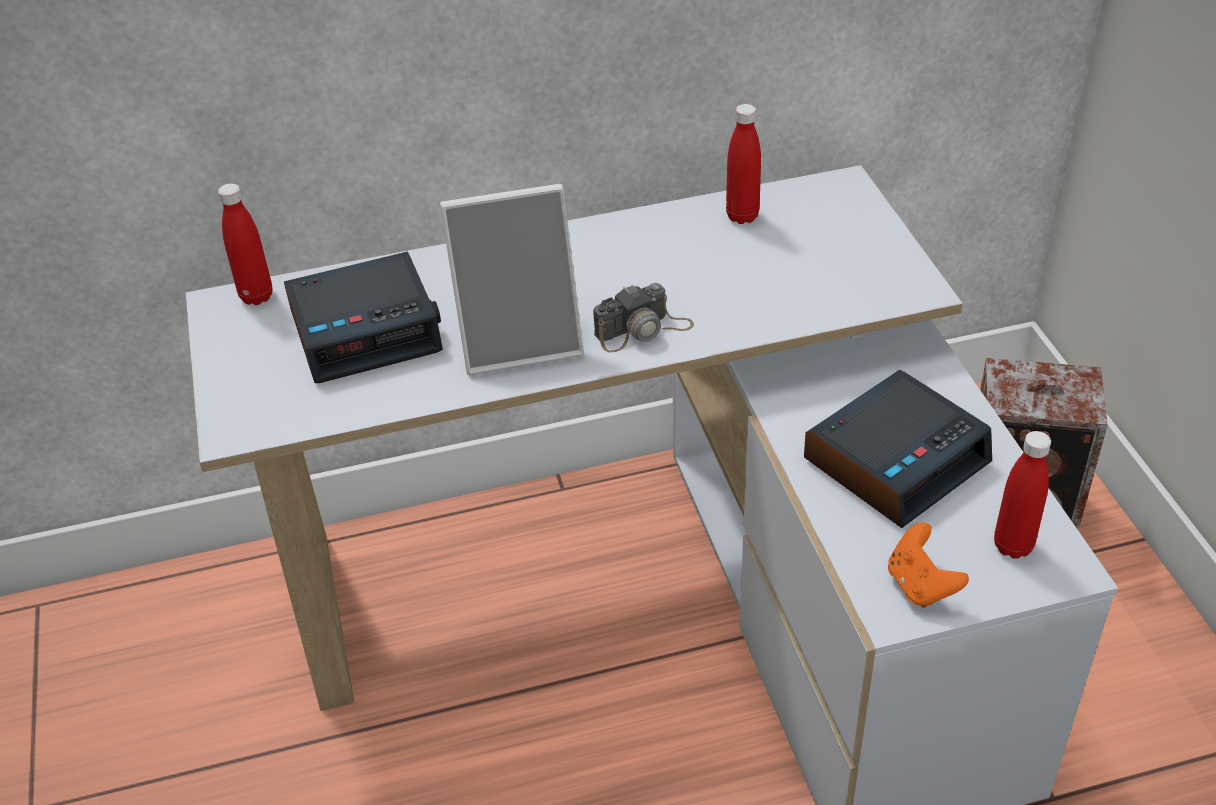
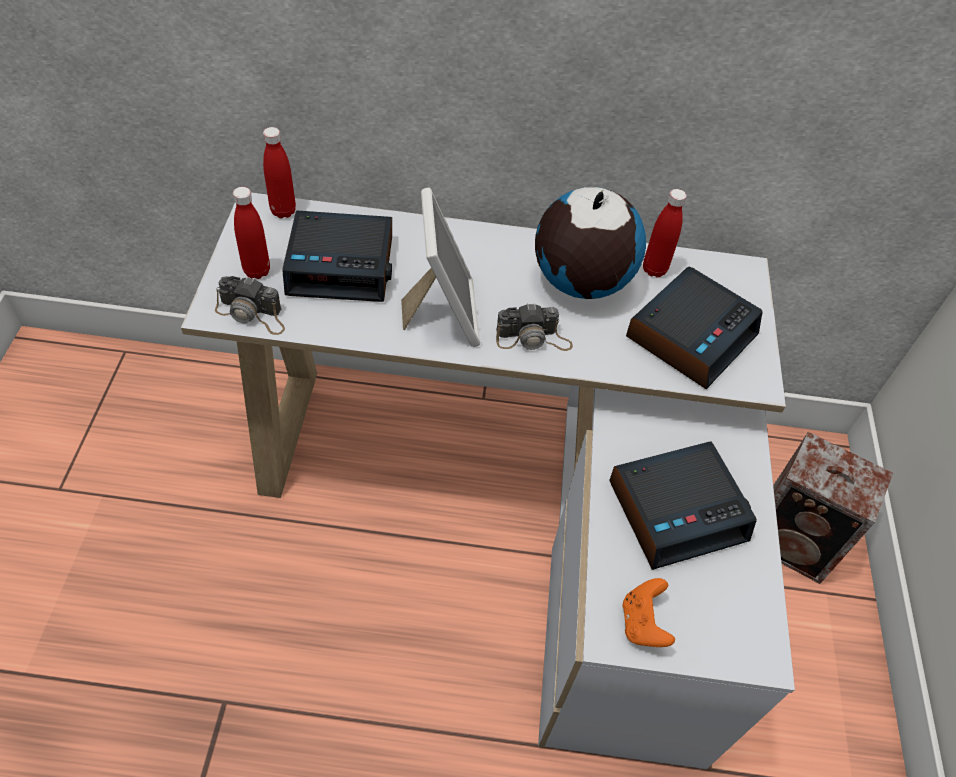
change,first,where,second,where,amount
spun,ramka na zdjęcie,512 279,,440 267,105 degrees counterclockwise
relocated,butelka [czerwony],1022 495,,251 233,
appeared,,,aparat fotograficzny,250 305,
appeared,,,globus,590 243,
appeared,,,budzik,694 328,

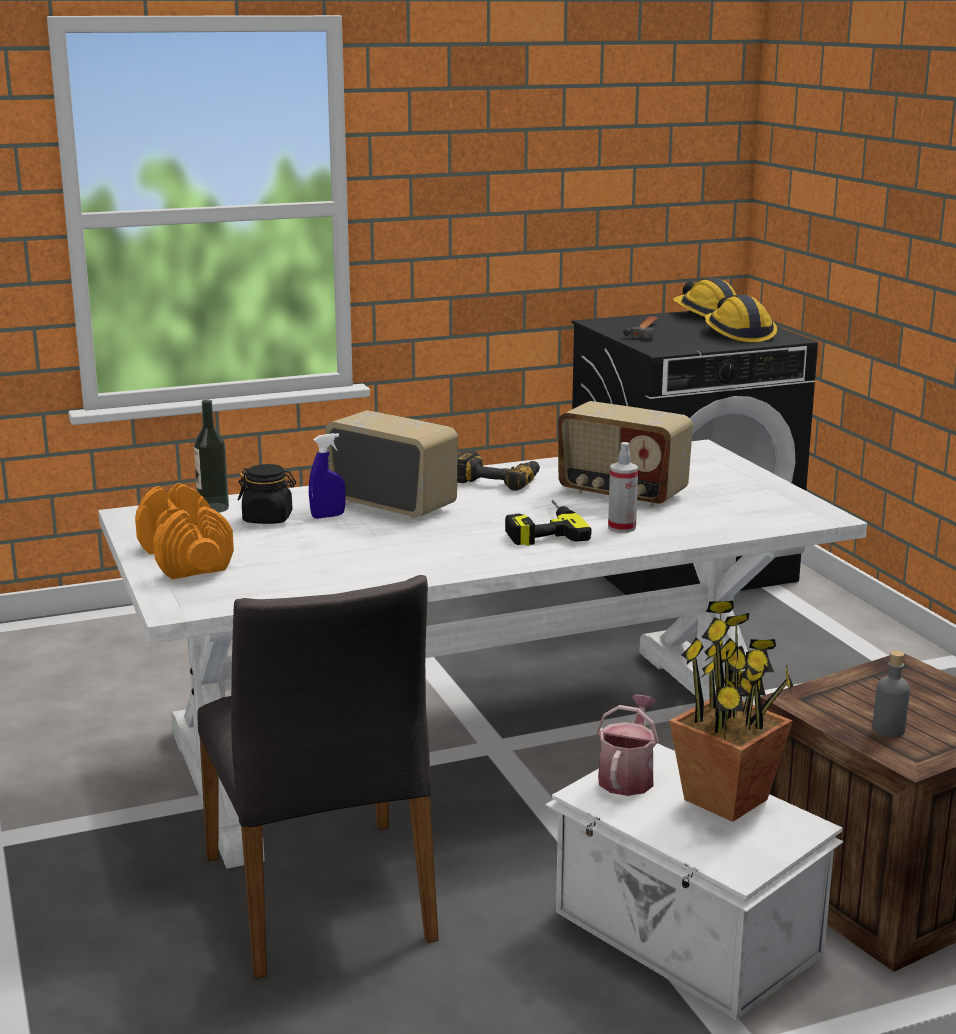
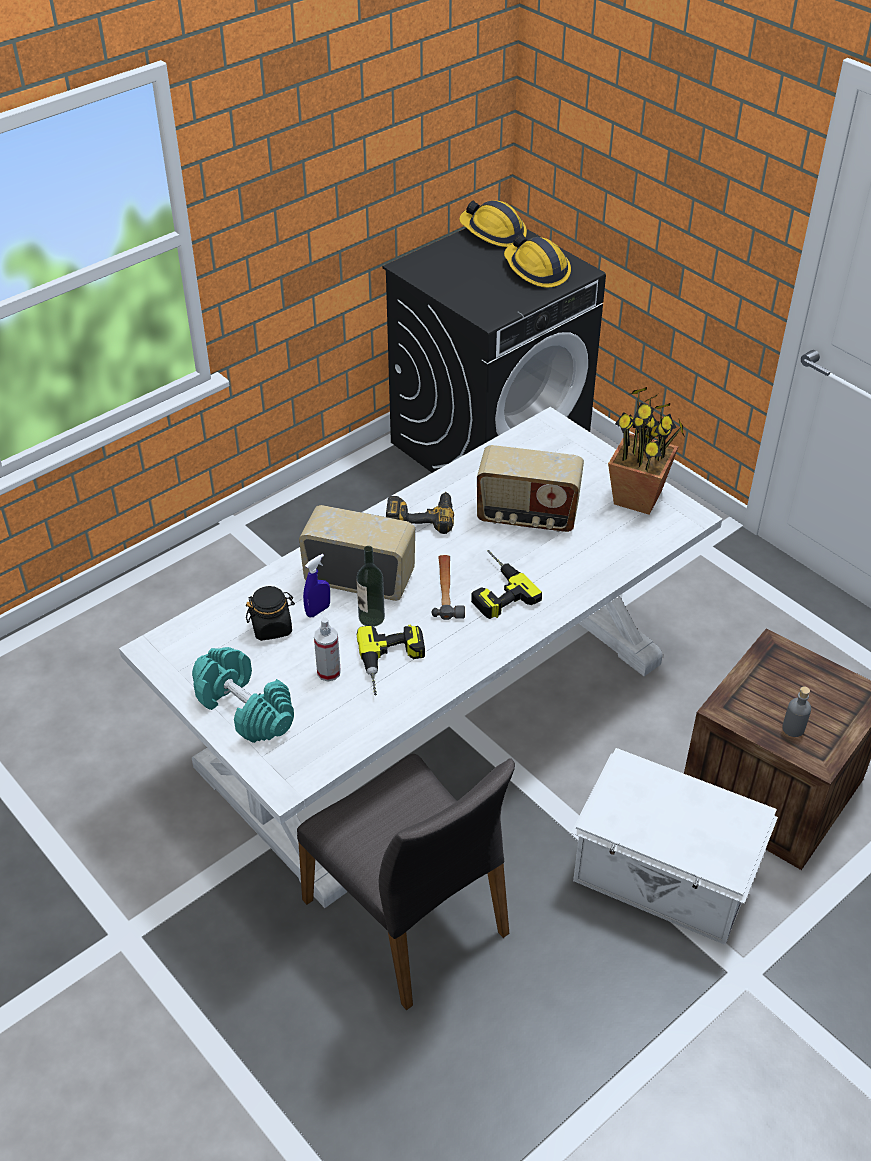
change,first,where,second,where,amount
colour,hantel [pomarańczowy],184 531,hantel [turkusowy],243 695,
relocated,butelka,211 456,,370 586,
missing,konewka,628 745,,,
relocated,spryskiwacz,623 487,,327 650,
relocated,młotek,640 327,,448 587,
relocated,roślina doniczkowa,731 711,,646 451,
appeared,,,wiertarka,391 660,

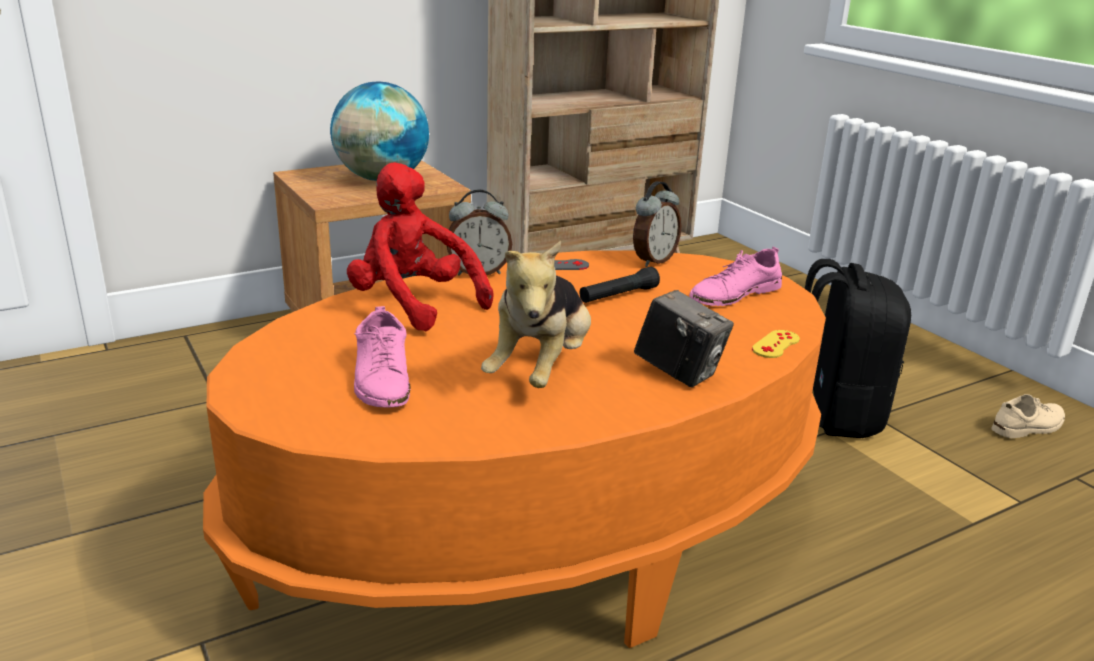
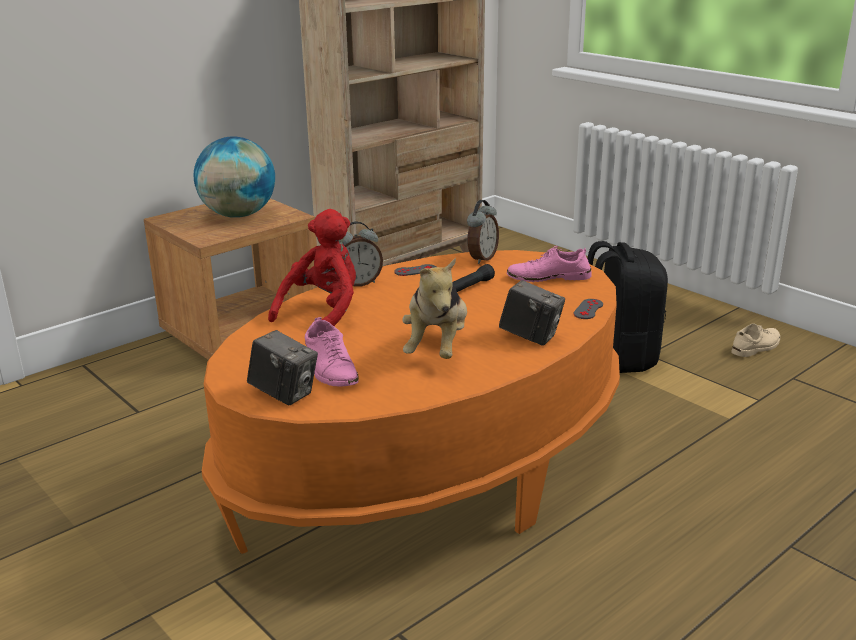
change,first,where,second,where,amount
spun,pluszak [czerwony],420 246,,312 267,90 degrees clockwise
spun,but [różowy],735 276,,549 264,45 degrees clockwise
colour,pad do gier [żółty],776 344,pad do gier [szary],588 309,
appeared,,,aparat fotograficzny,282 367,

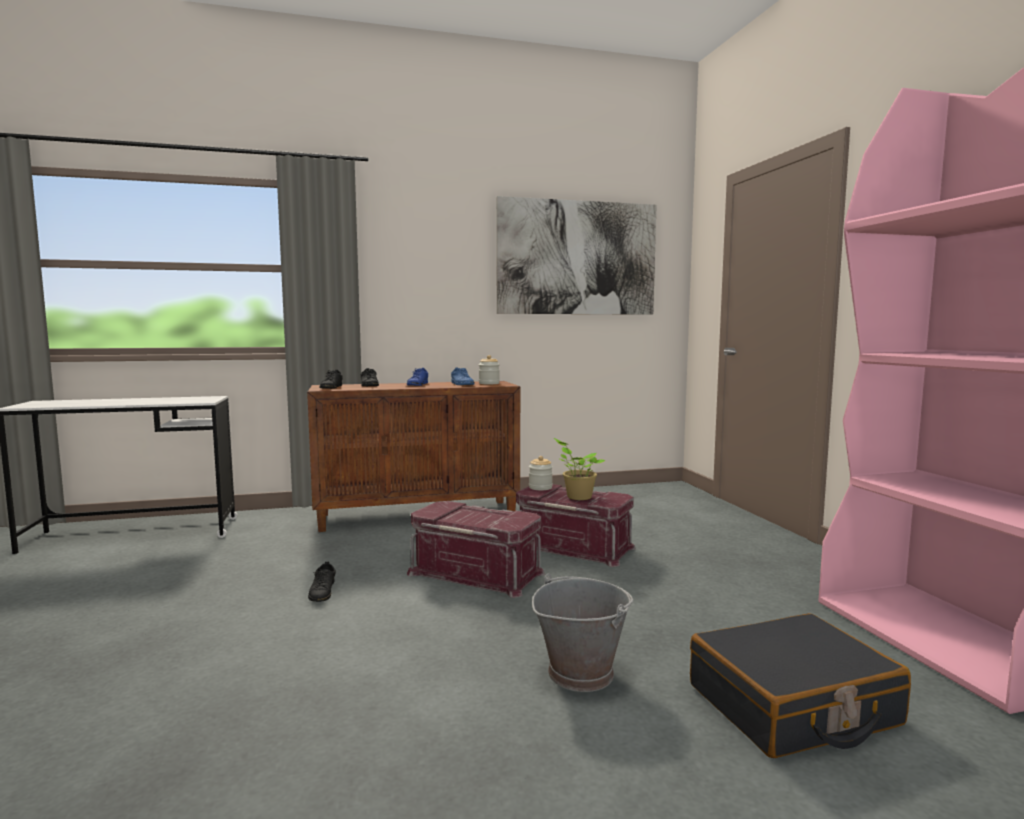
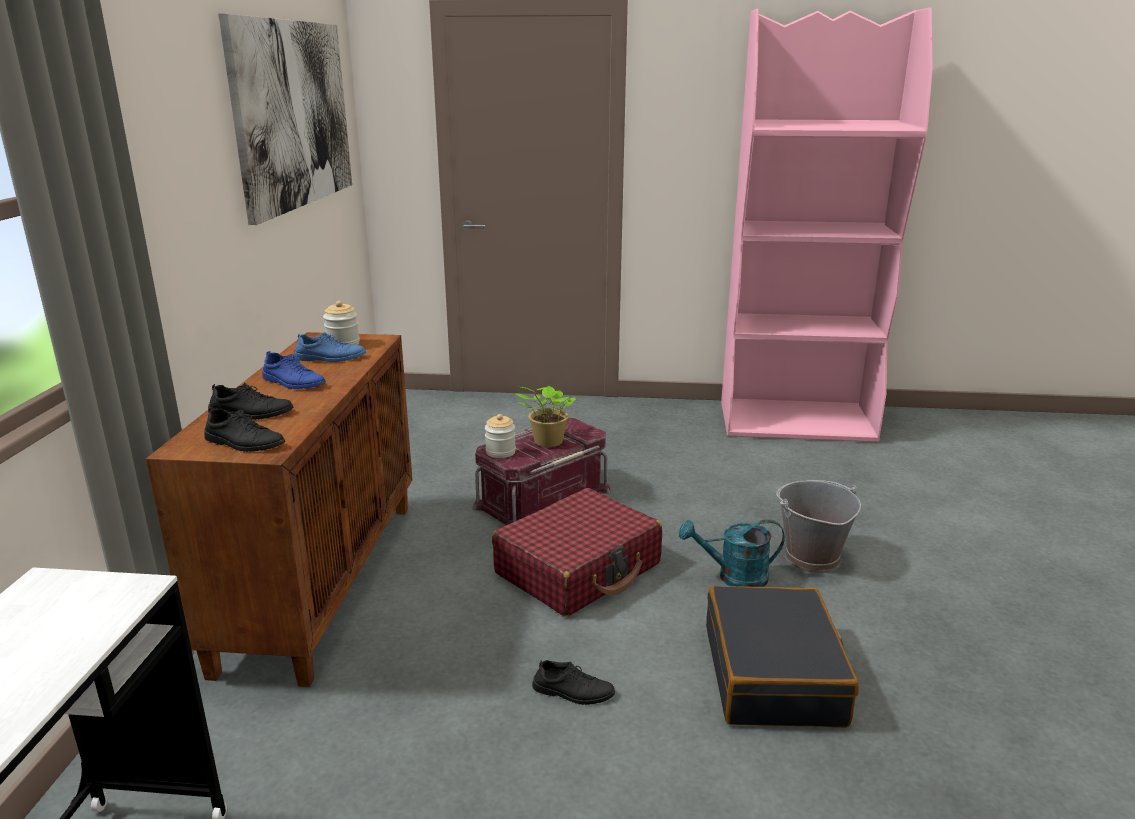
change,first,where,second,where,amount
exchanged,pojemnik do przechowywania [czerwony],476 549,walizka [czerwony],577 552,
relocated,walizka [czarny],800 685,,782 657,
appeared,,,konewka [turkusowy],732 553,

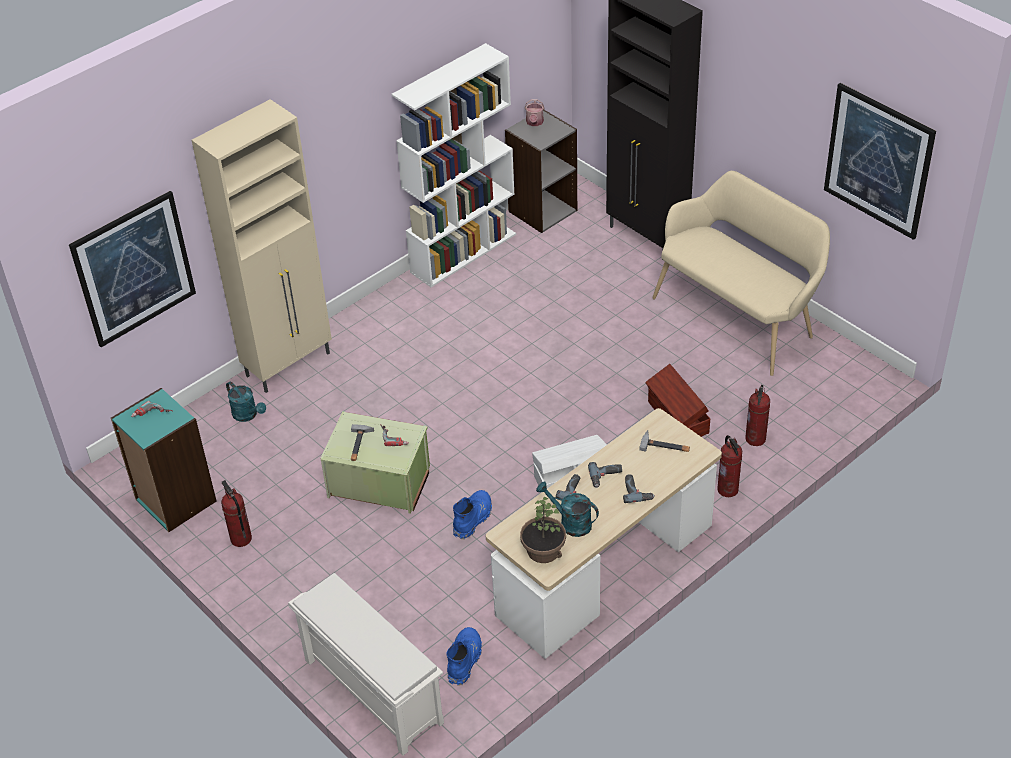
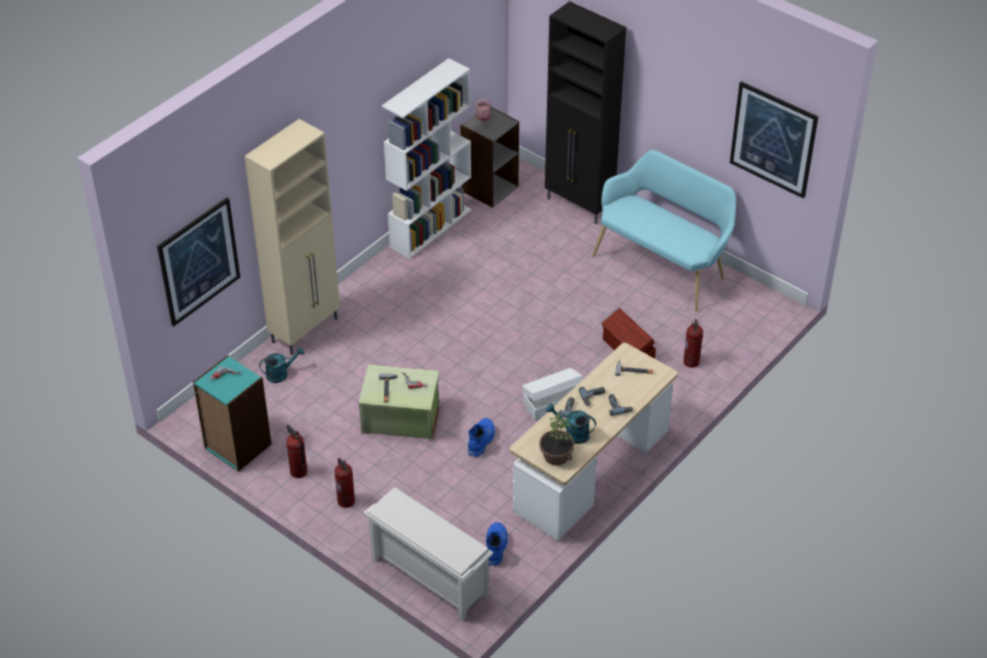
change,first,where,second,where,amount
spun,konewka [turkusowy],246 402,,281 365,60 degrees counterclockwise
colour,ławka [beżowy],741 273,ławka [turkusowy],664 231,
relocated,gaśnica,729 466,,345 483,

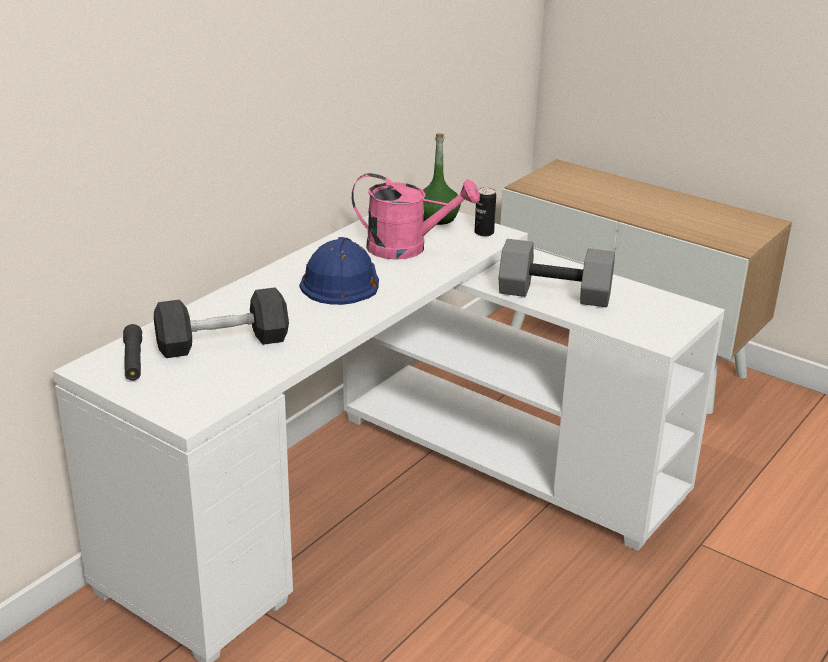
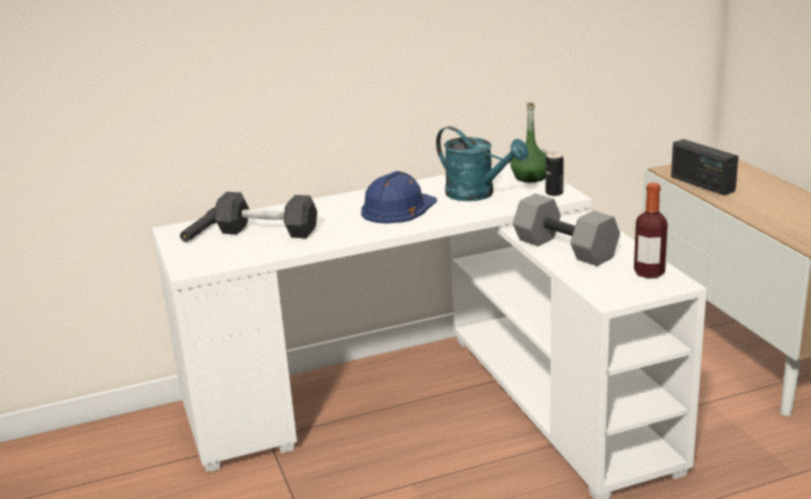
change,first,where,second,where,amount
colour,konewka [różowy],415 216,konewka [turkusowy],482 163,
appeared,,,butelka,651 230,
appeared,,,radio,704 167,

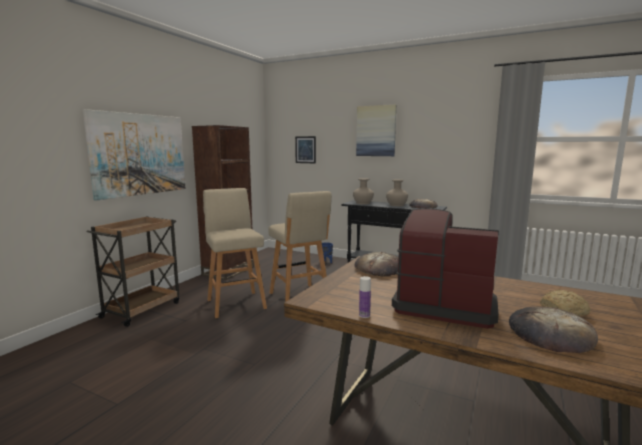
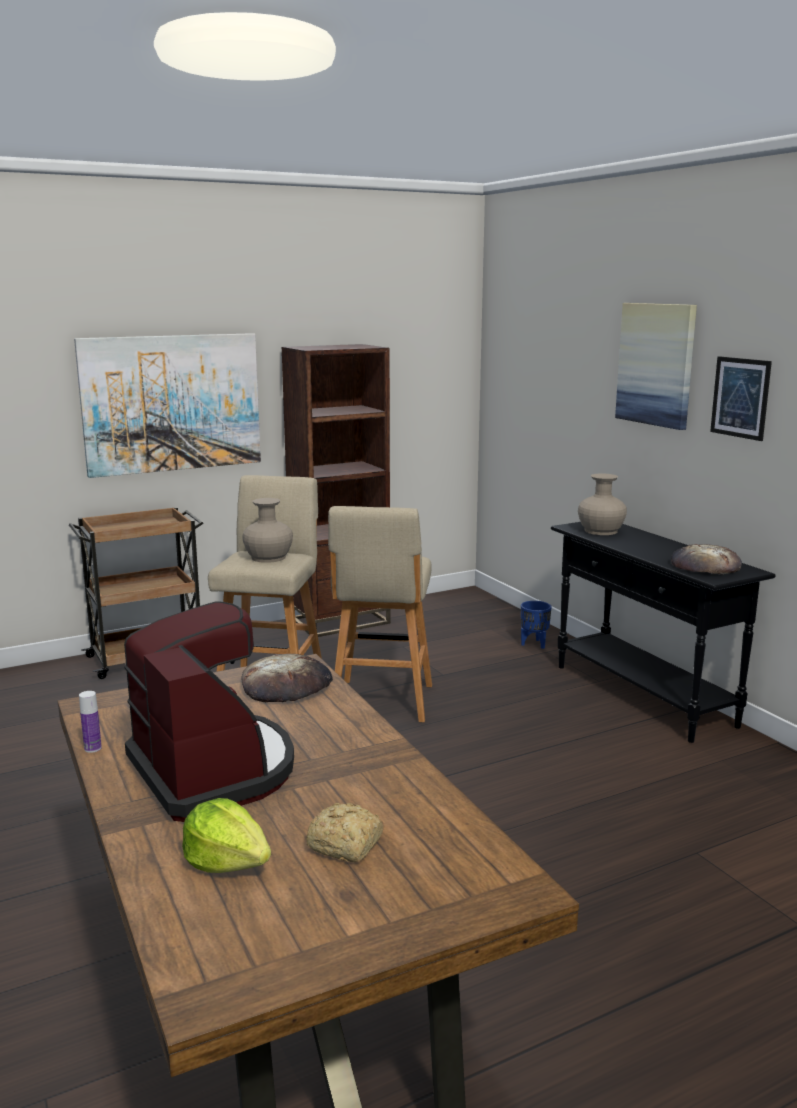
change,first,where,second,where,amount
relocated,obraz,305 149,,741 398,
relocated,wazon [beżowy],397 193,,267 530,
exchanged,chleb,553 329,sałata,226 835,

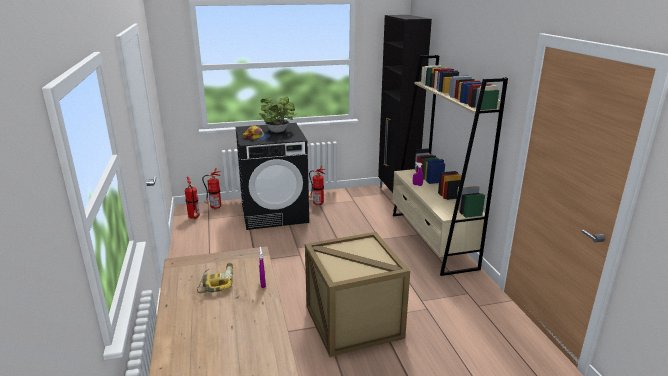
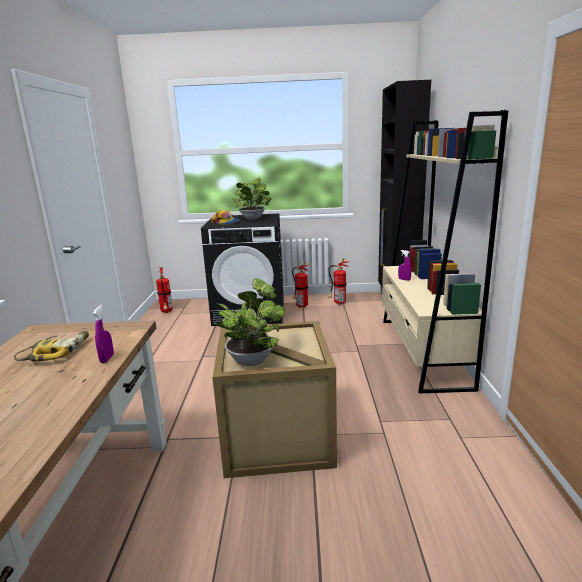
change,first,where,second,where,amount
relocated,gaśnica,211 189,,338 281,
appeared,,,roślina doniczkowa,250 322,

